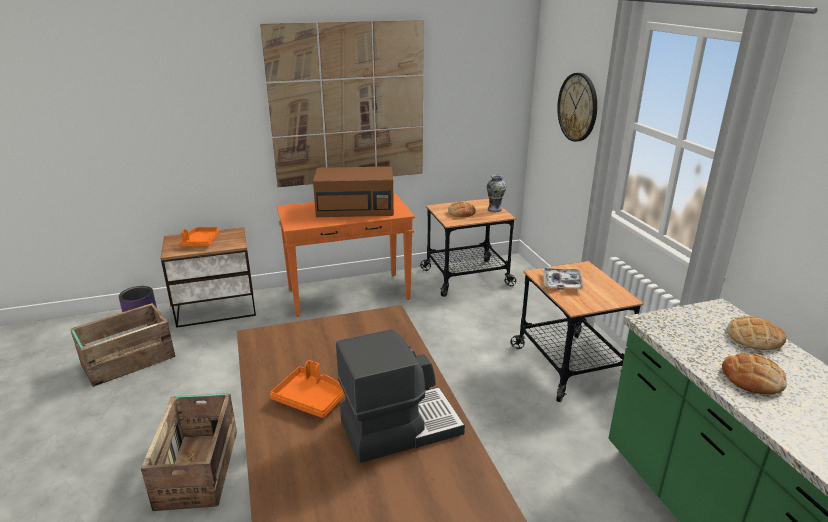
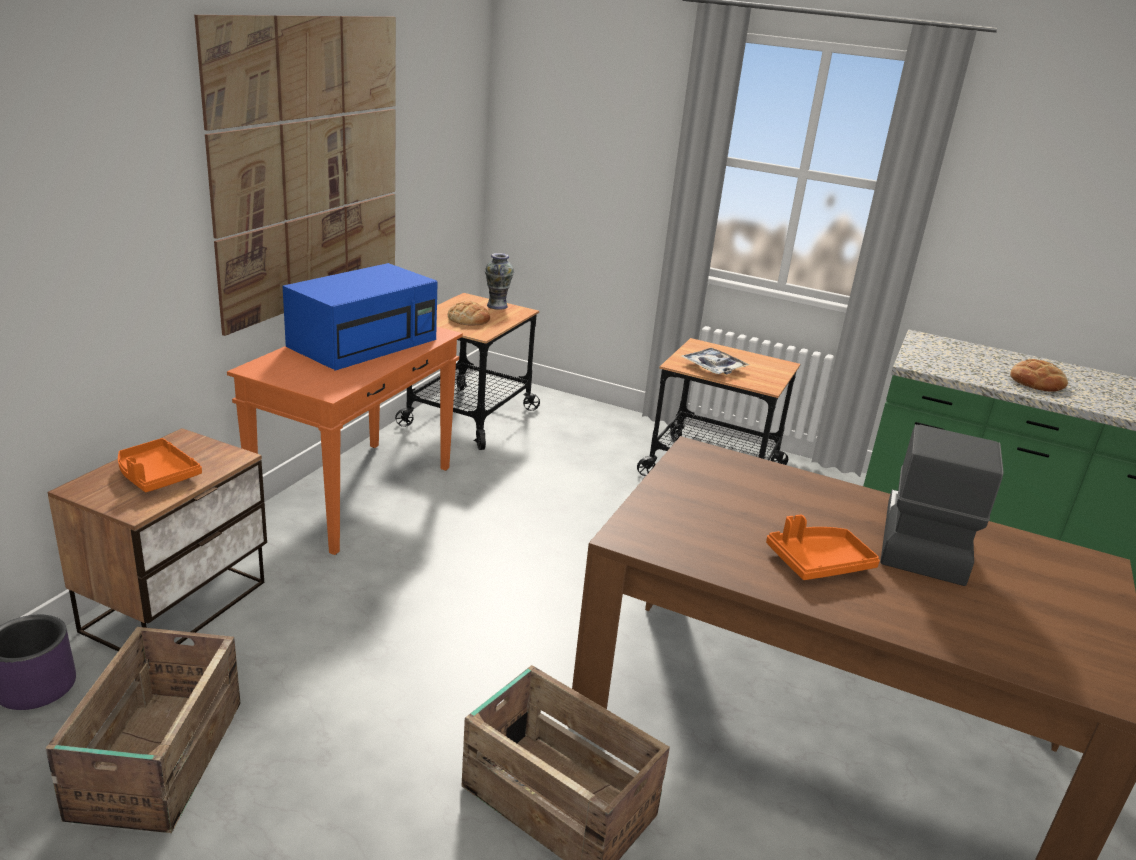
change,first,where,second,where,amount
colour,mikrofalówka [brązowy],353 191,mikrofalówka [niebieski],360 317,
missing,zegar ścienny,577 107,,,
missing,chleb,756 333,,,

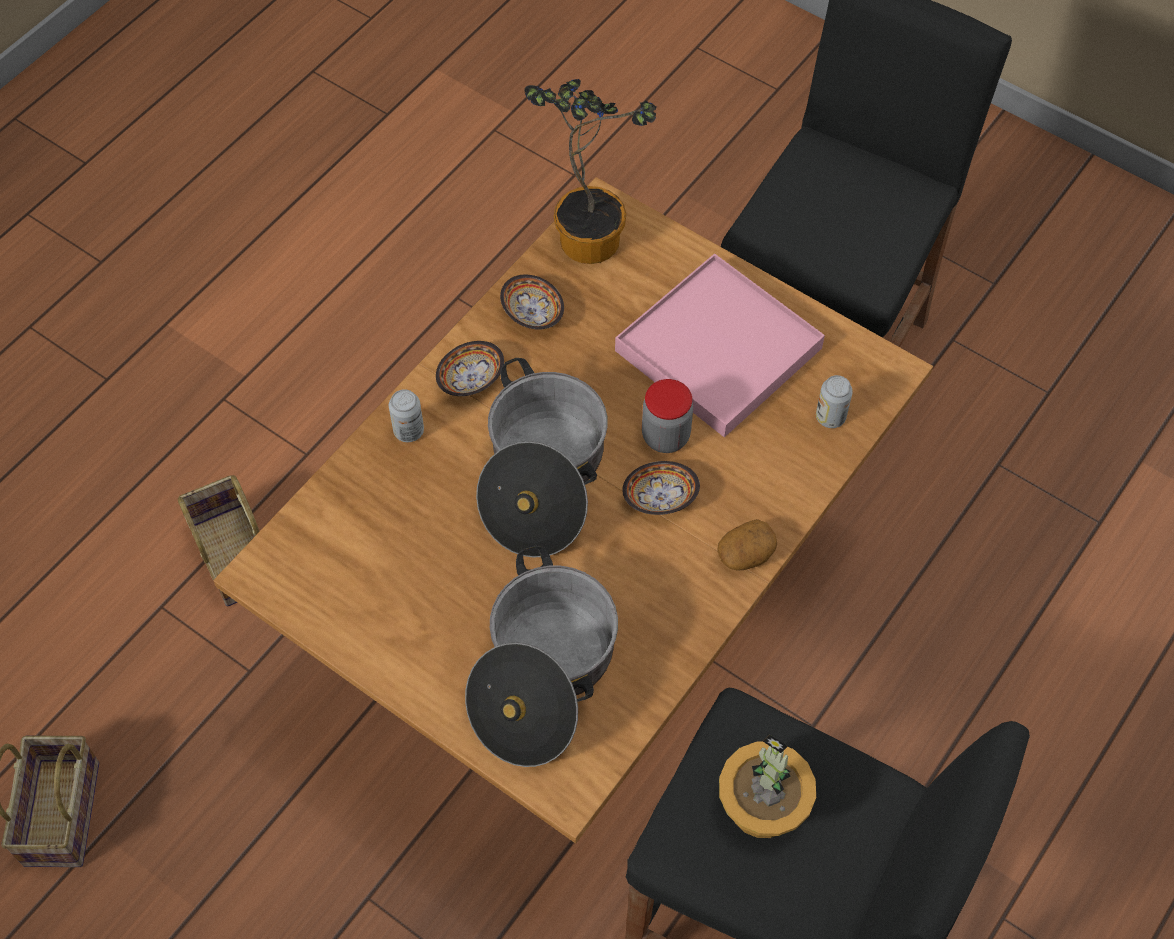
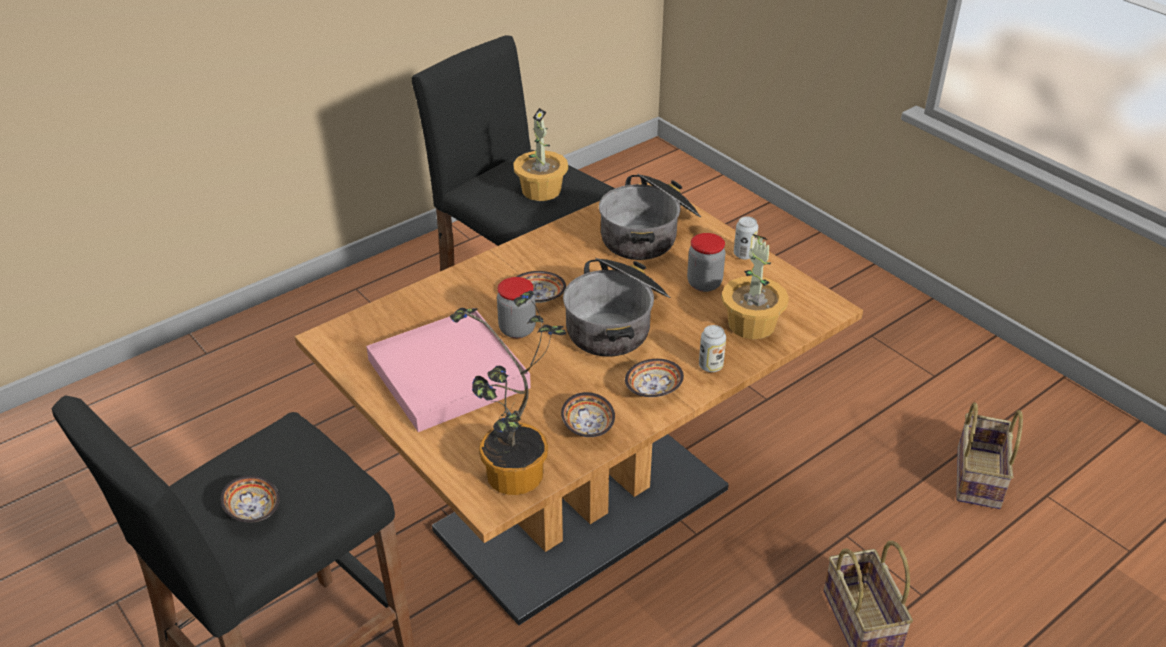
change,first,where,second,where,amount
missing,ziemniak,747 545,,,
relocated,puszka,834 401,,746 238,
appeared,,,miska,250 499,
appeared,,,słoik,706 262,
appeared,,,roślina doniczkowa,755 286,

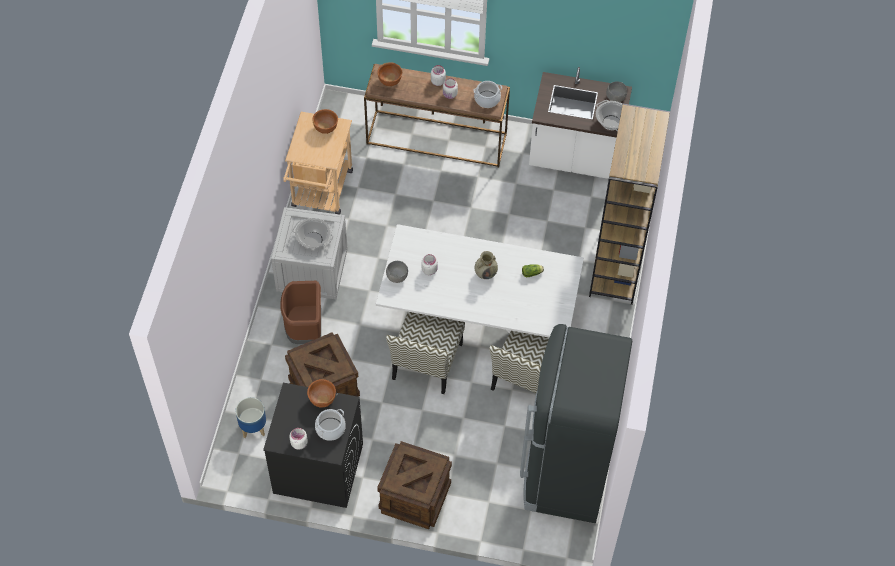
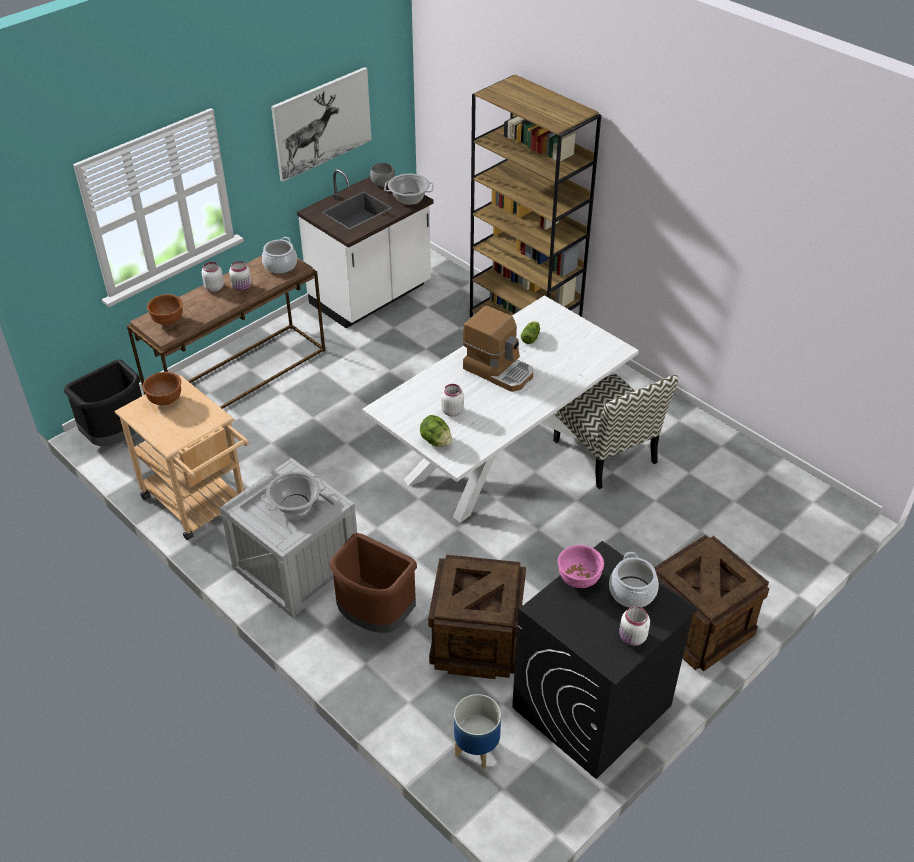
change,first,where,second,where,amount
colour,miska [brązowy],321 393,miska [różowy],581 566,
exchanged,miska [szary],397 272,sałata,436 431,
missing,krzesło,425 353,,,
exchanged,wazon [beżowy],486 265,ekspres do kawy,498 349,
missing,lodówka [czarny],576 423,,,
appeared,,,kosz na śmieci [czarny],103 402,
appeared,,,obraz,321 124,

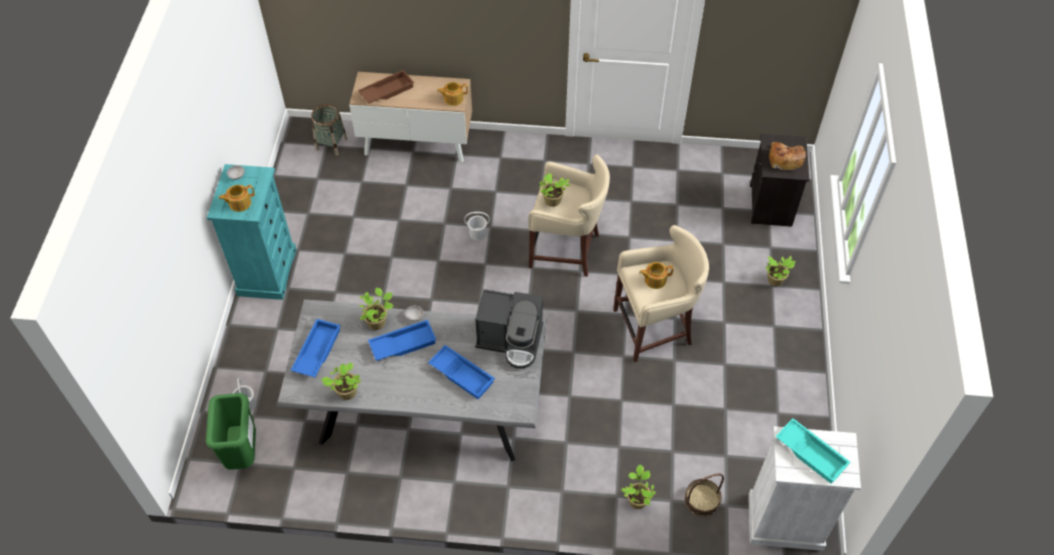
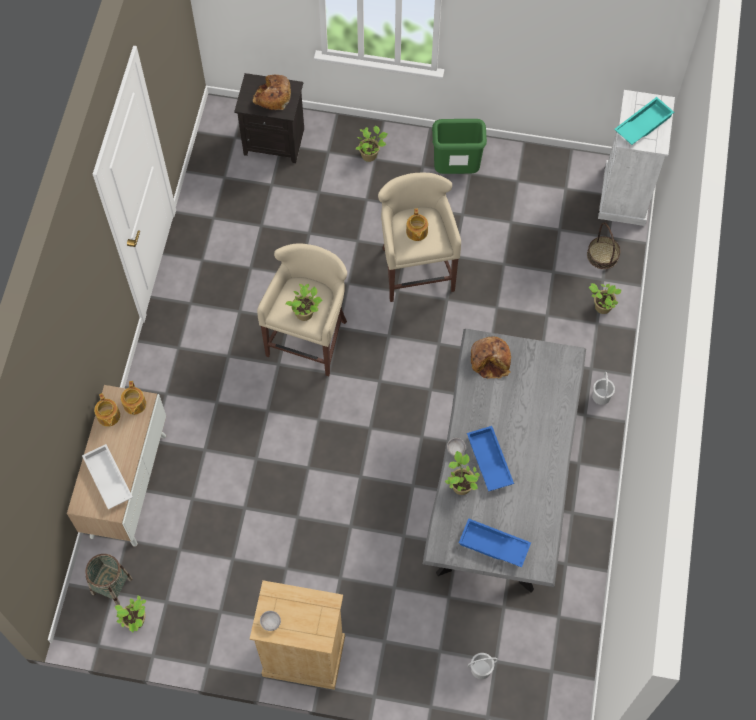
change,first,where,second,where,amount
relocated,kosz na śmieci [zielony],231 431,,459 146,
colour,komoda [turkusowy],252 232,komoda [beżowy],297 635,
relocated,imbryk,237 198,,107 410,
relocated,roślina doniczkowa,341 381,,130 614,
colour,taca [brązowy],386 87,taca [biały],107 477,
missing,taca [niebieski],461 372,,,
relocated,wiadro [biały],477 226,,603 388,
exchanged,ekspres do kawy,509 329,chleb,491 357,

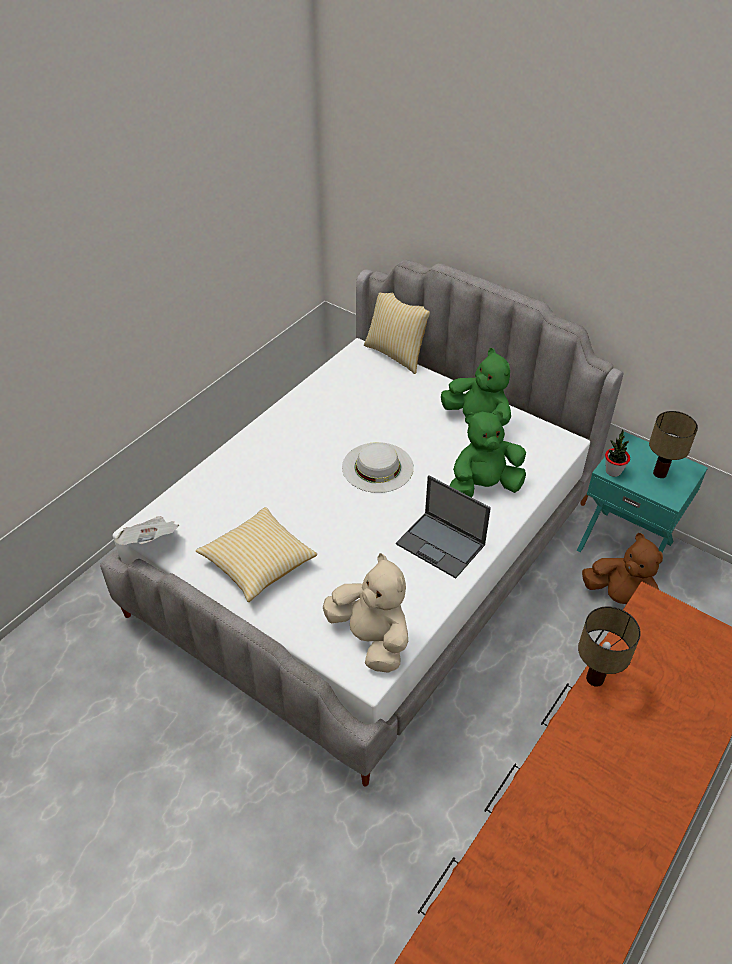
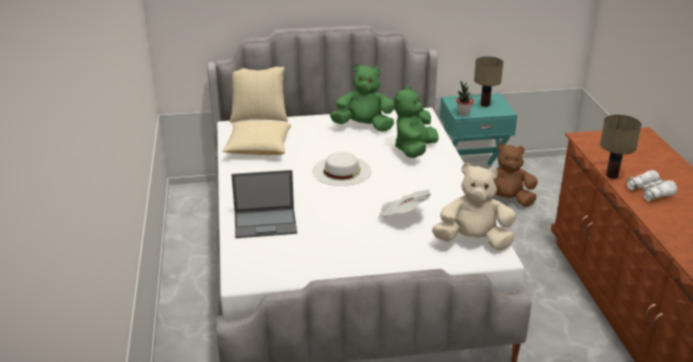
change,first,where,second,where,amount
relocated,gazeta,147 530,,404 204,
relocated,poduszka,256 554,,257 138,
relocated,laptop,443 526,,264 204,
appeared,,,lornetka [biały],651 185,

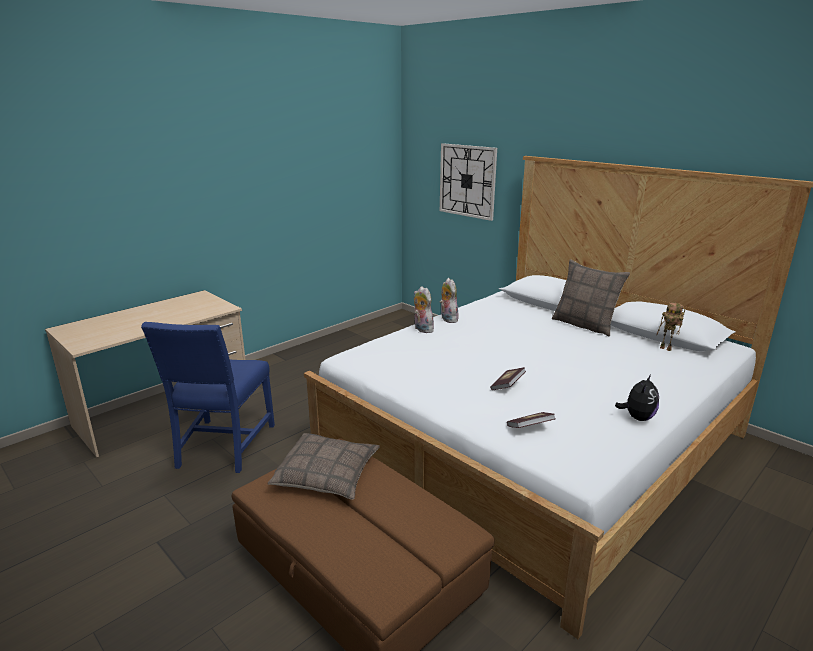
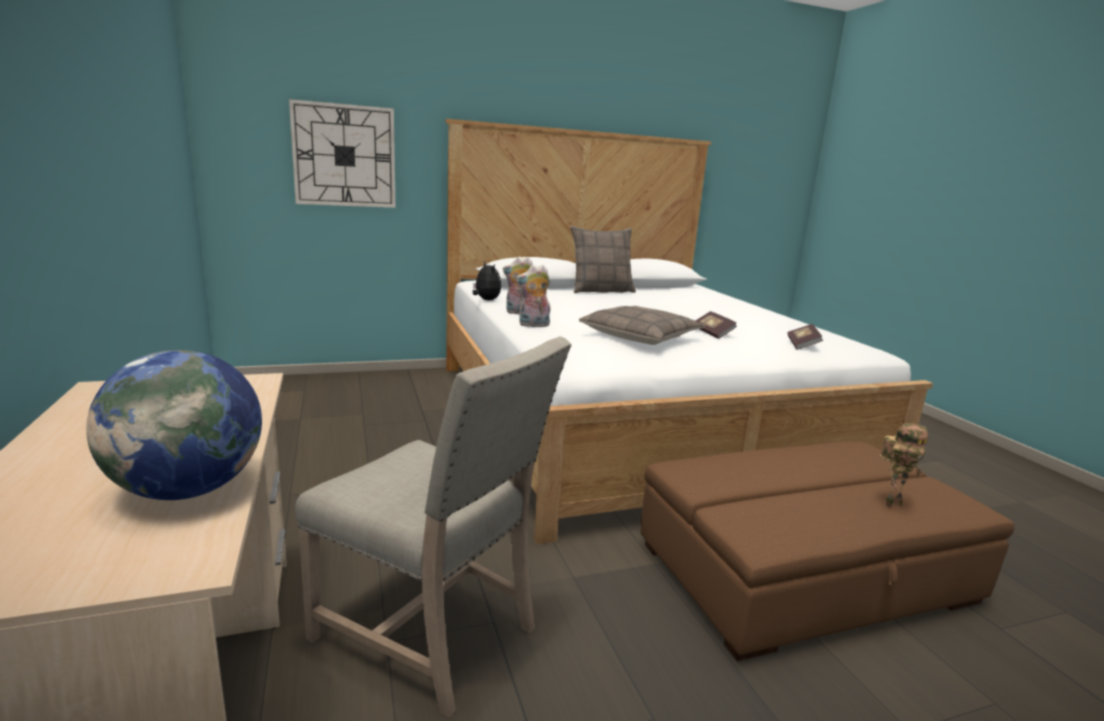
change,first,where,second,where,amount
colour,krzesło [niebieski],208 397,krzesło [beżowy],433 527,
relocated,poduszka,324 466,,642 325,
relocated,pluszak,637 397,,487 281,
relocated,robot zabawkowy,671 327,,904 465,
appeared,,,globus,174 425,

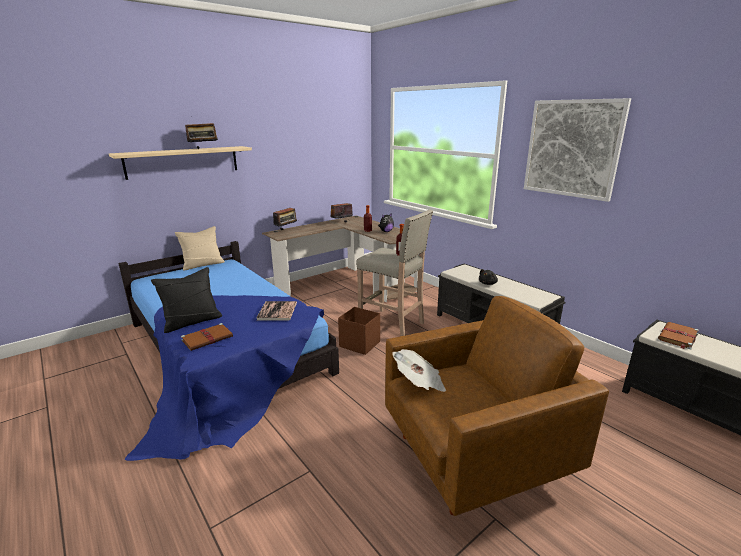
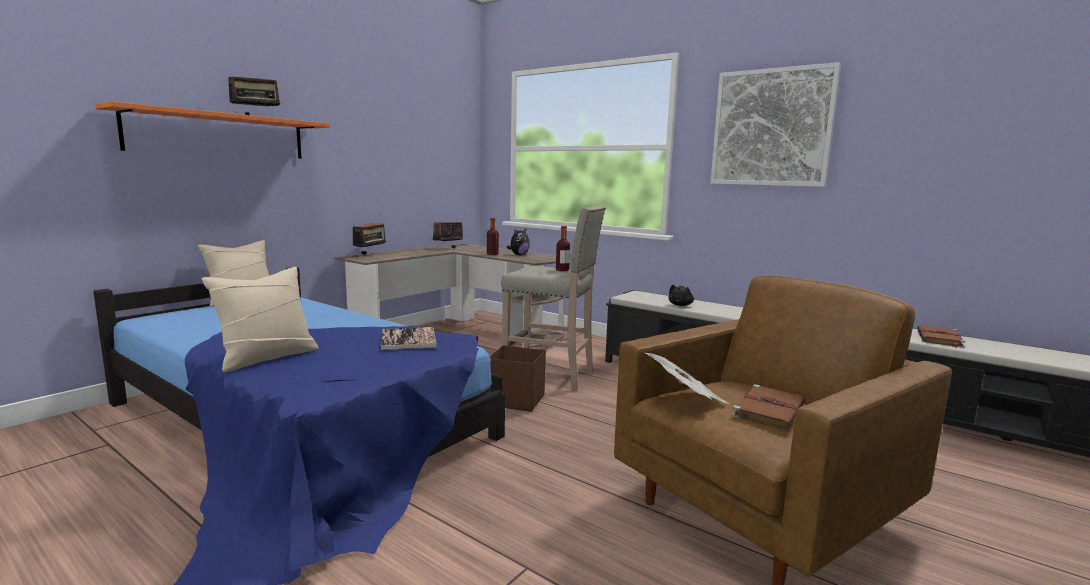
change,first,where,second,where,amount
colour,półka [beżowy],180 163,półka [pomarańczowy],212 130,
colour,poduszka [czarny],186 300,poduszka [beżowy],260 319,
relocated,książka [brązowy],207 337,,769 406,

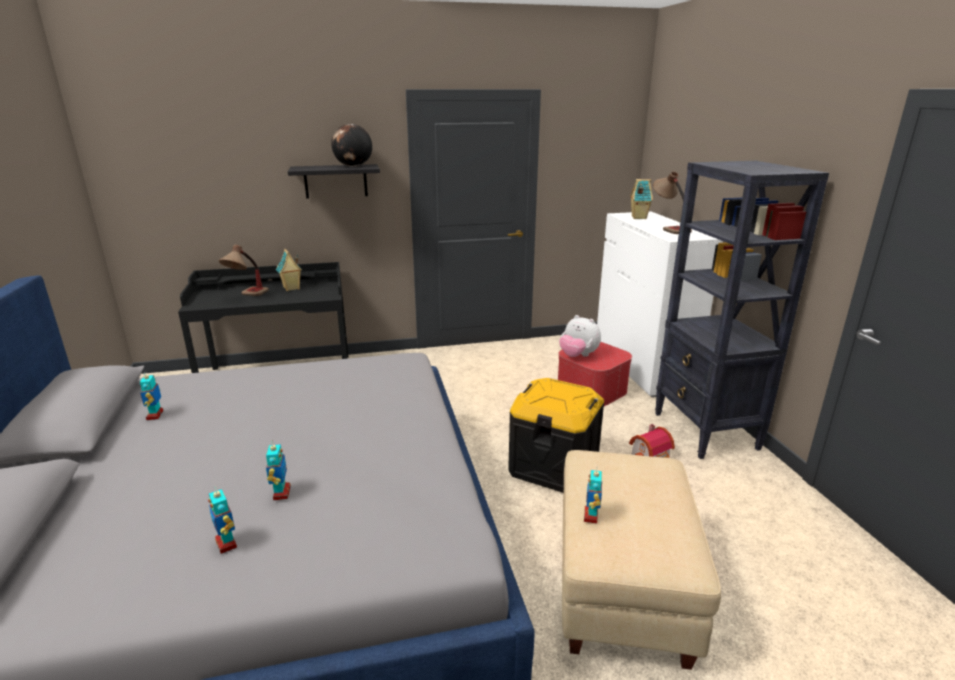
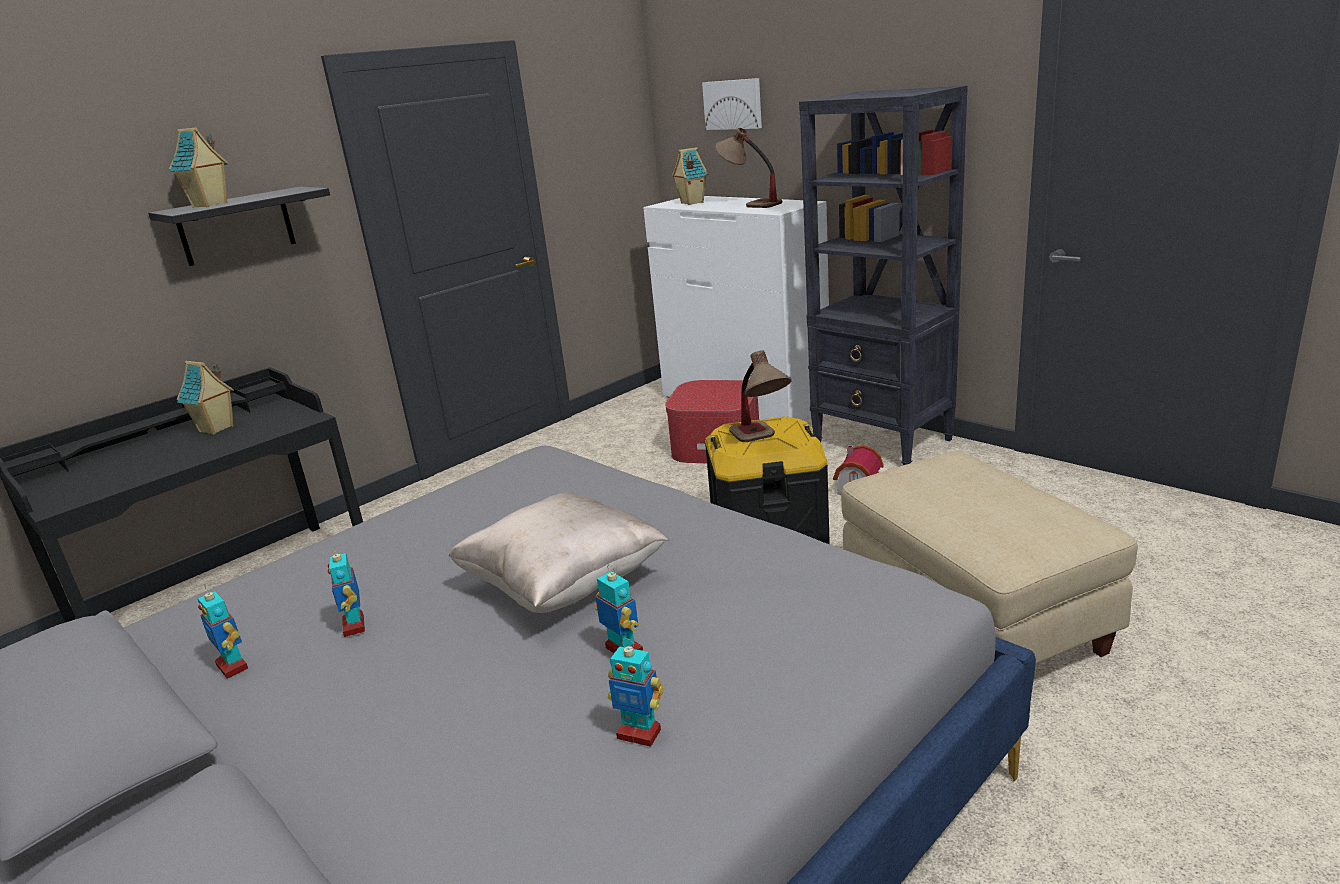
change,first,where,second,where,amount
relocated,lampa stołowa,244 270,,760 396,
missing,globus,351 145,,,
missing,pluszak,580 336,,,
relocated,robot zabawkowy,593 496,,346 592,
appeared,,,domek,198 167,
appeared,,,poduszka [beżowy],559 552,
appeared,,,obraz,732 104,

